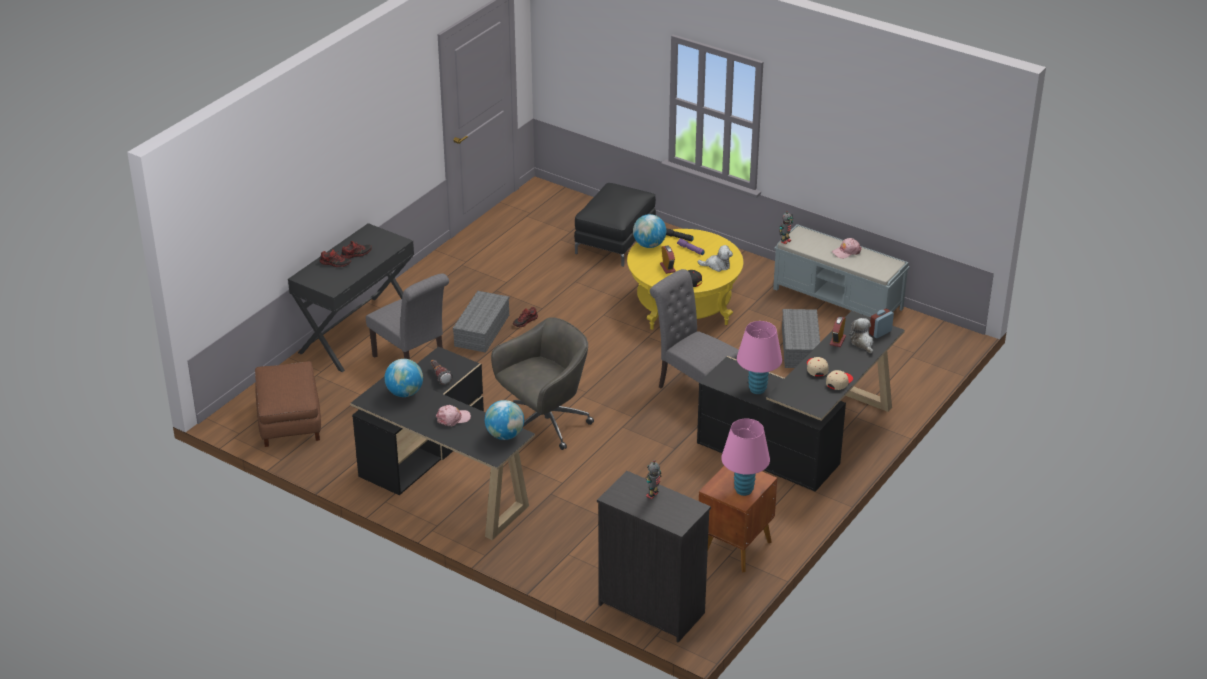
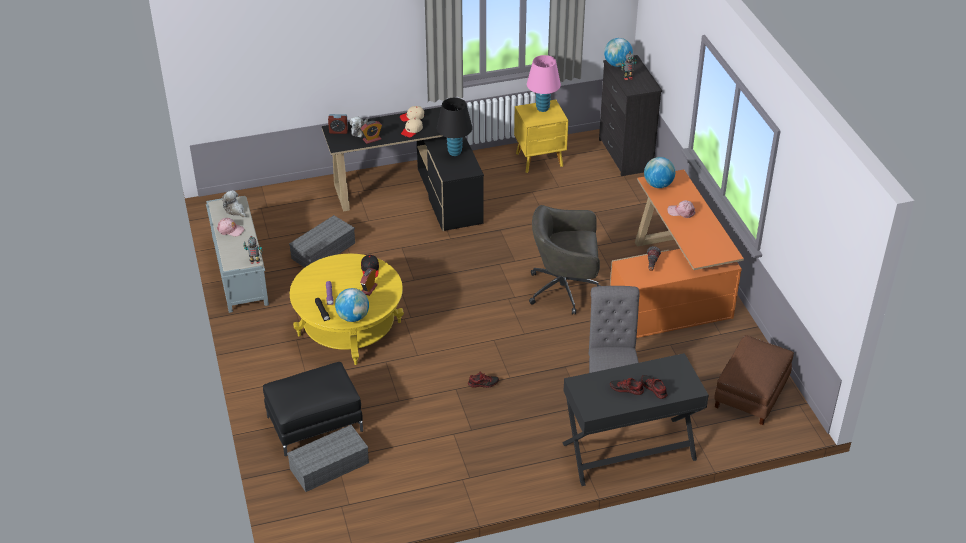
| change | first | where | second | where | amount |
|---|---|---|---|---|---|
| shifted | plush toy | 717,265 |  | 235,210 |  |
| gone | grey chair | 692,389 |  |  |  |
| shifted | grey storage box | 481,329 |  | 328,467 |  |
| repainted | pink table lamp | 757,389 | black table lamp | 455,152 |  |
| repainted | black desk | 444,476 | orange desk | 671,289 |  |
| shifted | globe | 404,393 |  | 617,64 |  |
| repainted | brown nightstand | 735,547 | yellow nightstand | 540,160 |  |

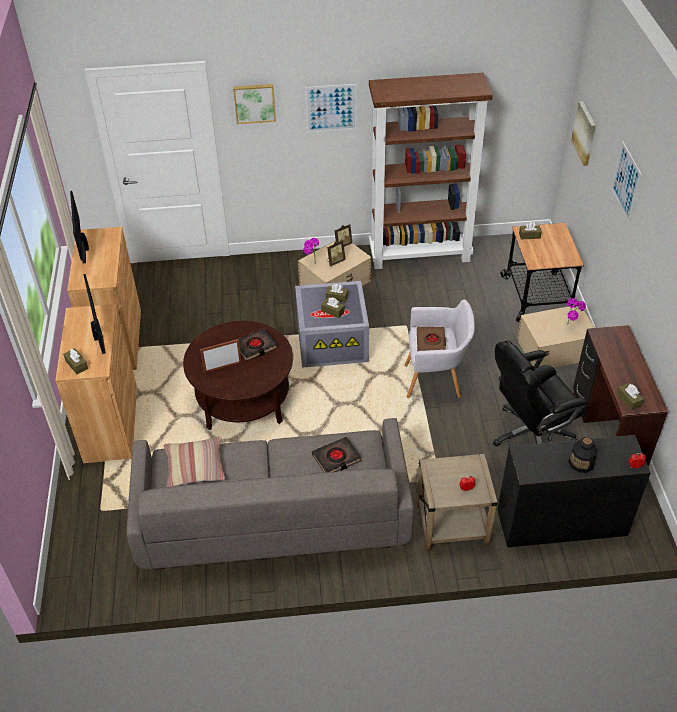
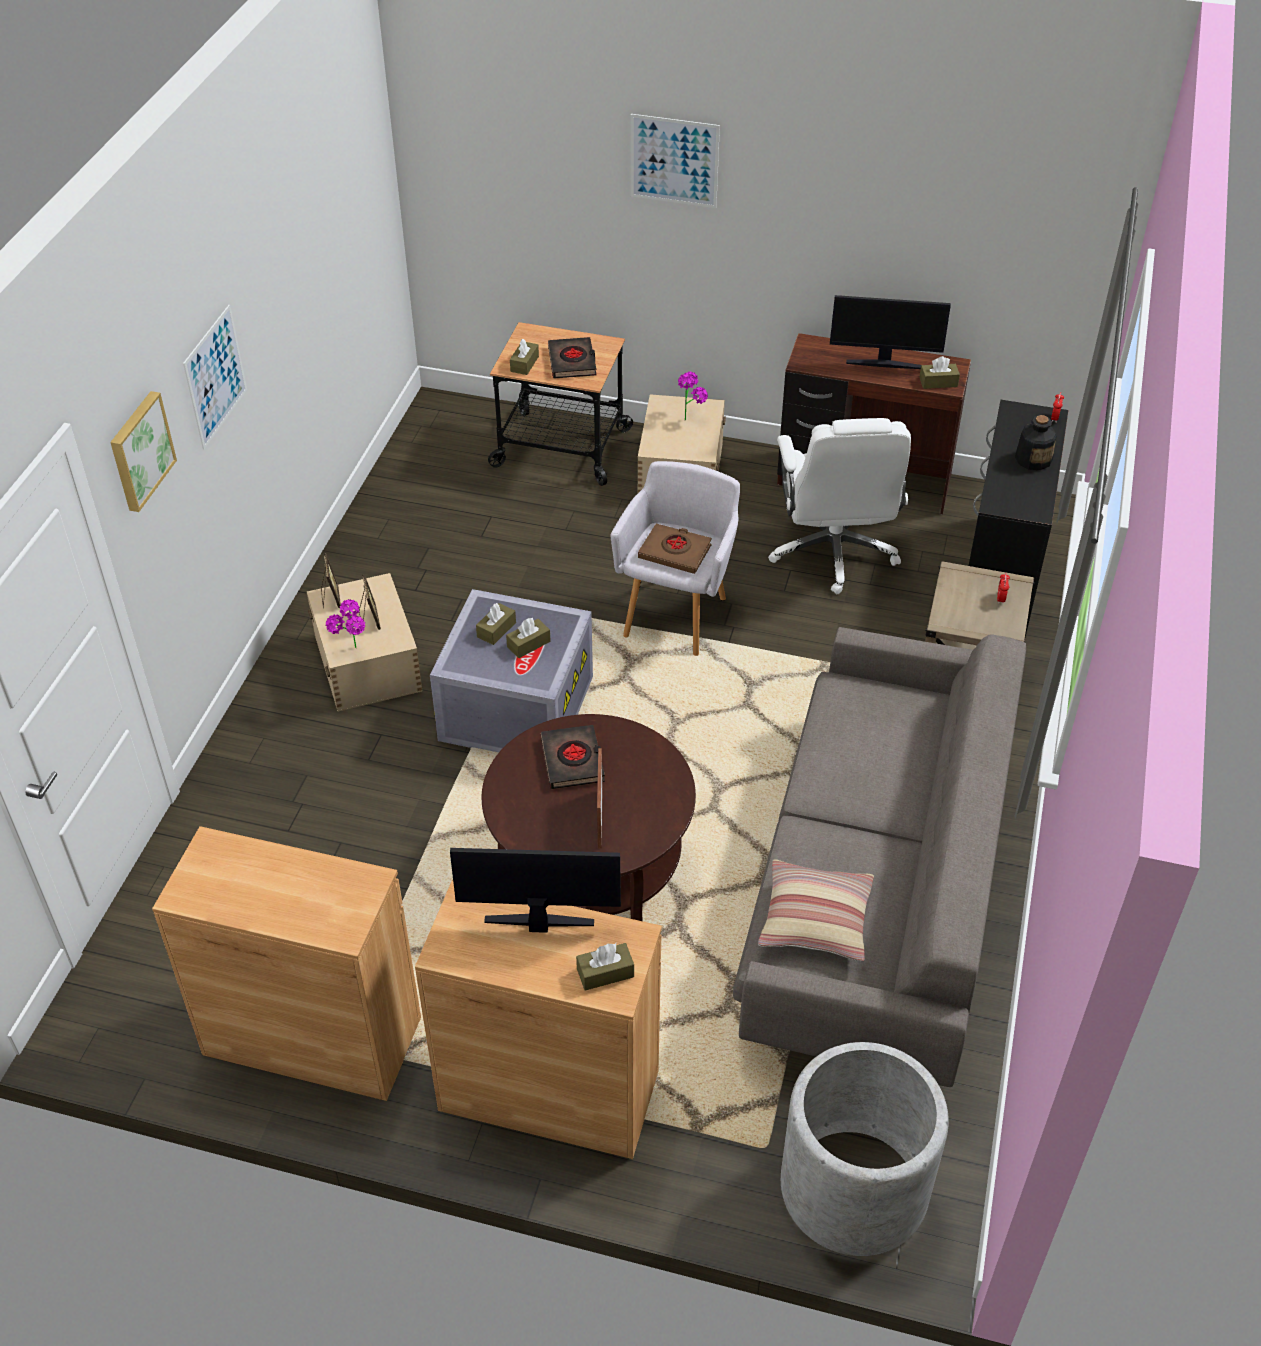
| change | first | where | second | where | amount |
|---|---|---|---|---|---|
| gone | brown bookcase | 420,254 |  |  |  |
| gone | picture | 585,133 |  |  |  |
| shifted | monitor | 84,248 |  | 884,363 |  |
| repainted | black office chair | 530,435 | white office chair | 834,552 |  |
| shifted | black book | 336,458 |  | 572,362 |  |
| new |  |  | grey planter | 853,1188 |  |

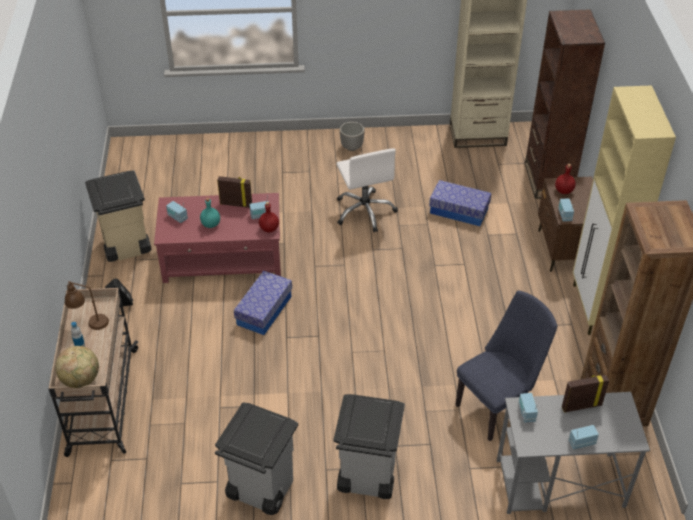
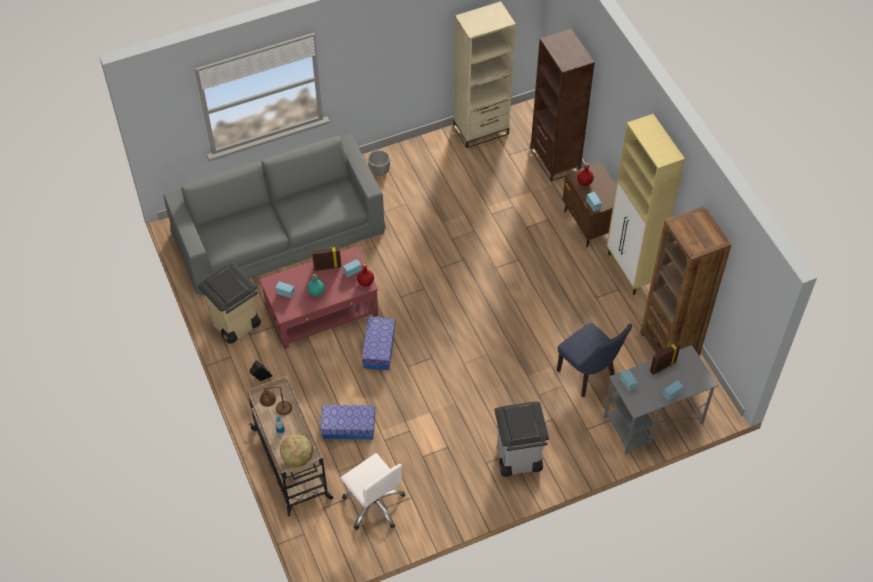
| change | first | where | second | where | amount |
|---|---|---|---|---|---|
| shifted | white office chair | 365,211 |  | 374,504 |  |
| shifted | storage box | 459,211 |  | 348,427 |  |
| rotated | blue chair | 497,408 |  | 589,375 | 105 degrees clockwise |
| gone | grey trash can | 260,490 |  |  |  |
| new |  |  | grey sofa | 278,231 |  |

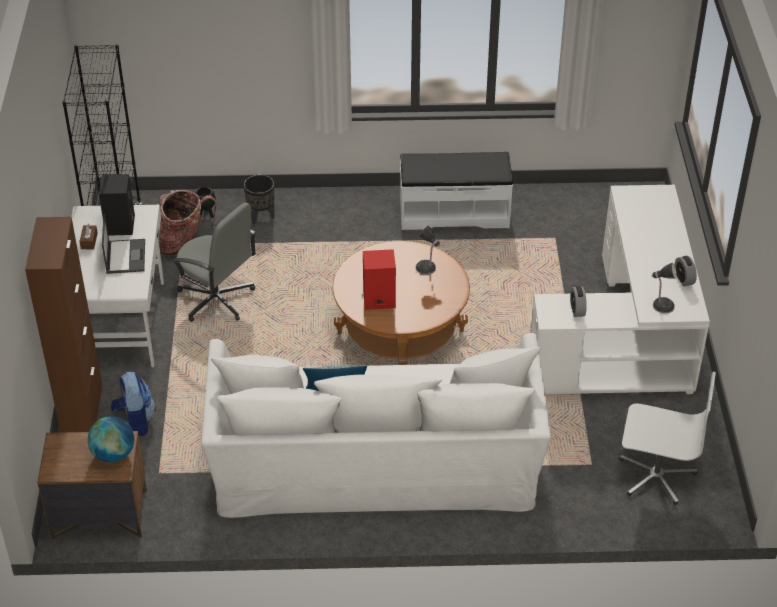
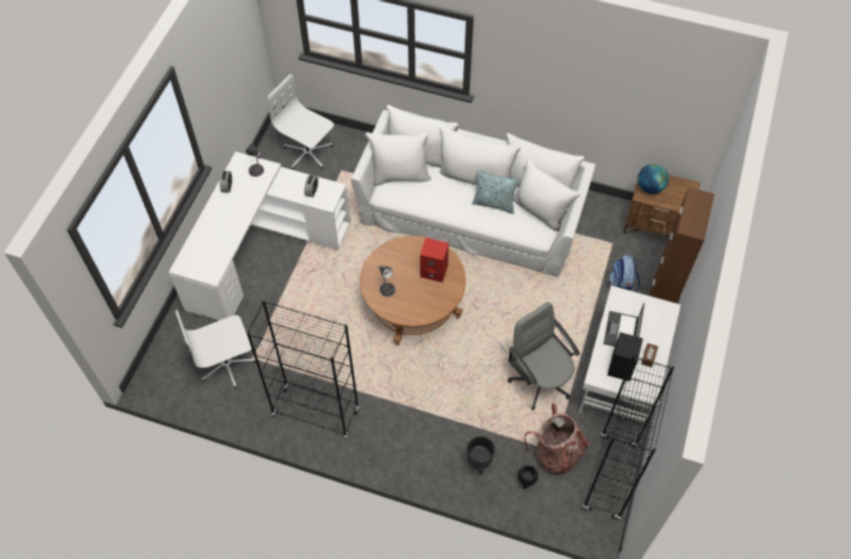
| change | first | where | second | where | amount |
|---|---|---|---|---|---|
| swapped | white bench | 454,213 | black bookcase | 316,413 |  |
| new |  |  | white office chair | 227,364 |  |

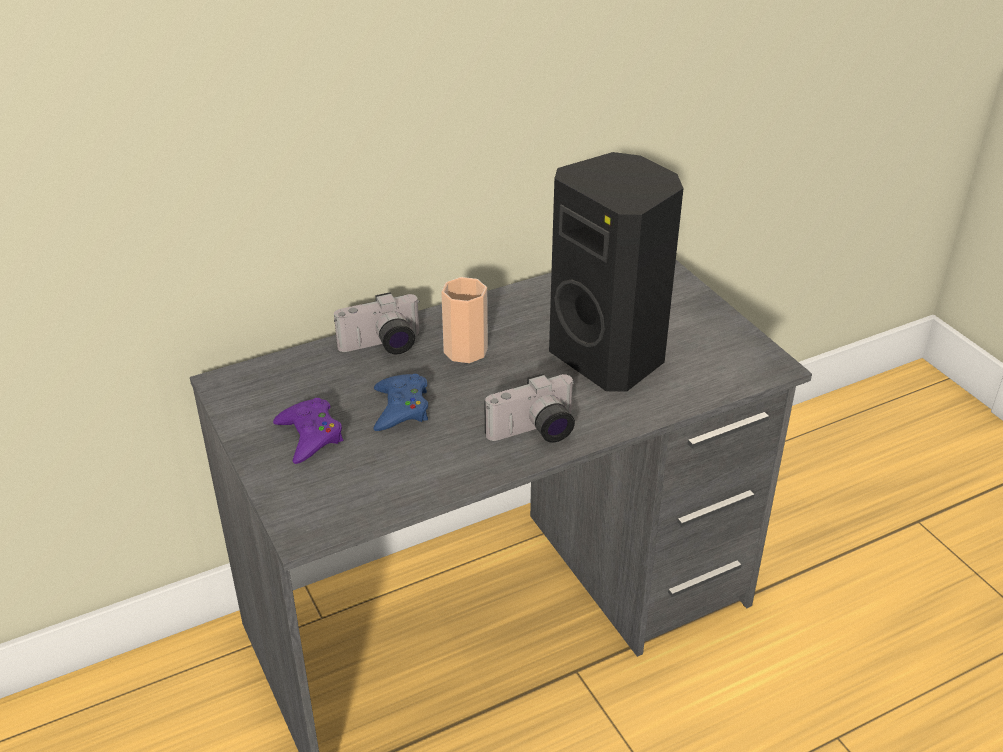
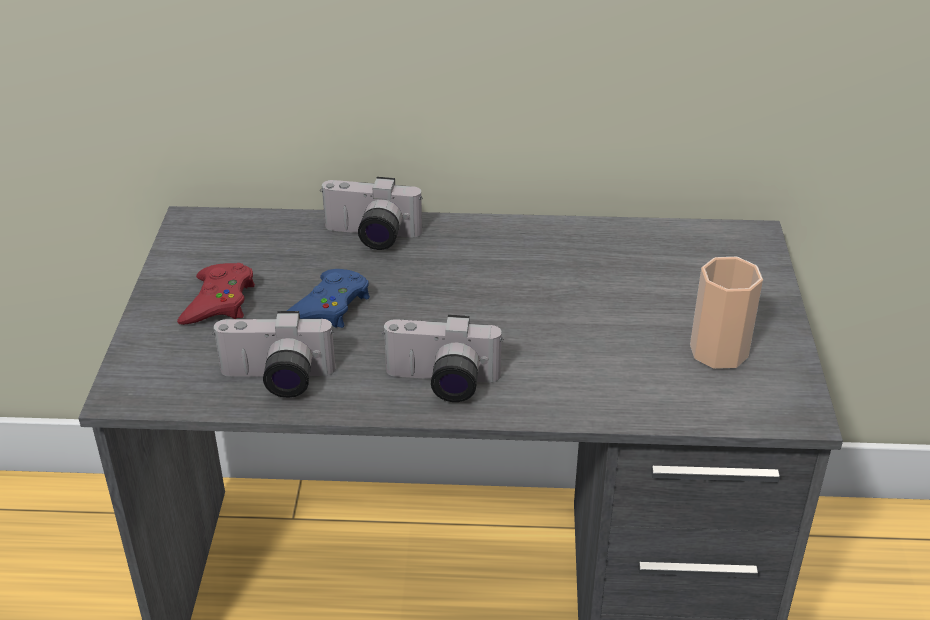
| change | first | where | second | where | amount |
|---|---|---|---|---|---|
| gone | black speaker | 610,357 |  |  |  |
| shifted | cup | 465,350 |  | 719,351 |  |
| repainted | purple game controller | 310,436 | red game controller | 219,302 |  |
| new |  |  | photo camera | 276,380 |  |

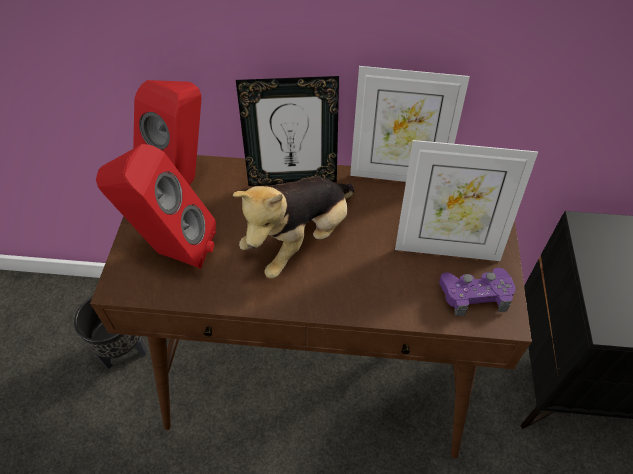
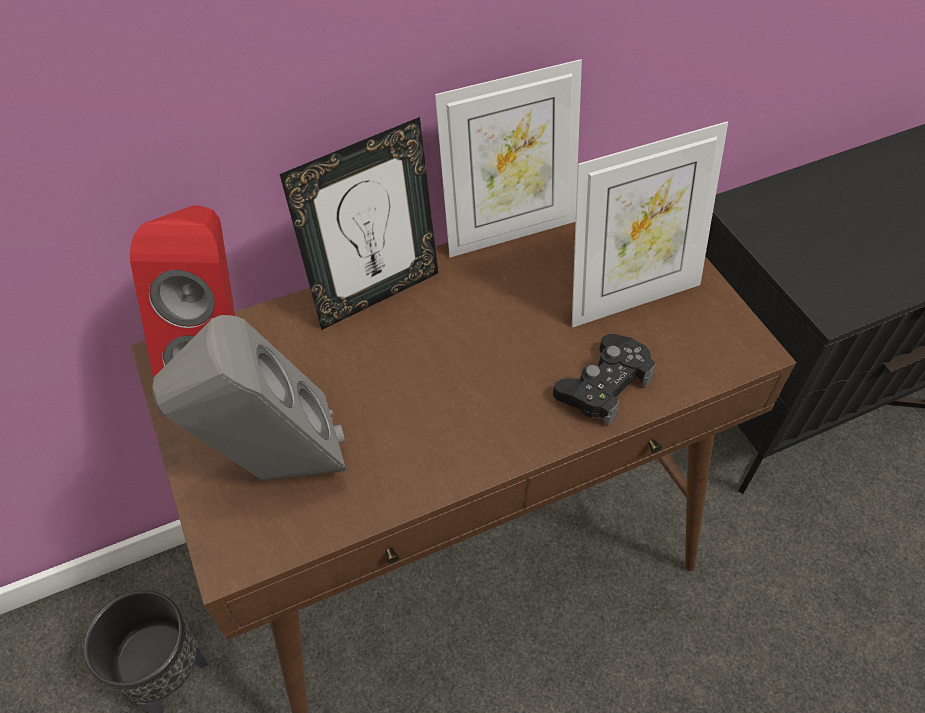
| change | first | where | second | where | amount |
|---|---|---|---|---|---|
| repainted | red speaker | 171,250 | grey speaker | 274,469 |  |
| gone | plush toy | 300,240 |  |  |  |
| gone | purple game controller | 475,294 |  |  |  |
| new |  |  | black game controller | 603,385 |  |

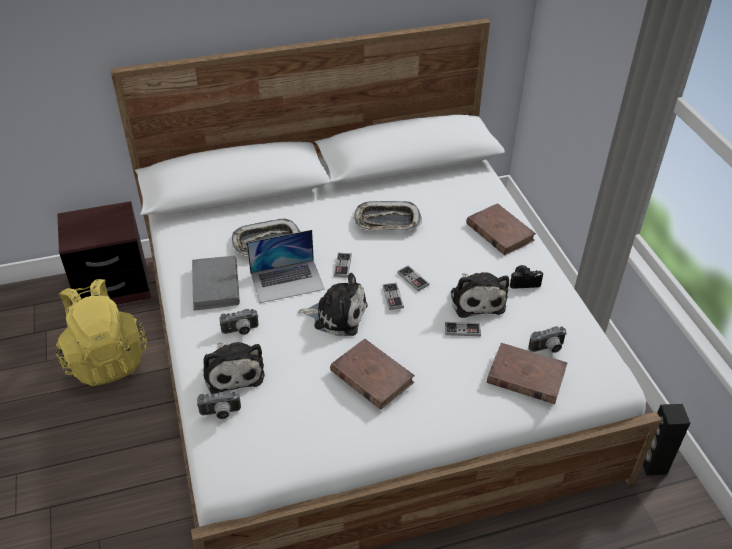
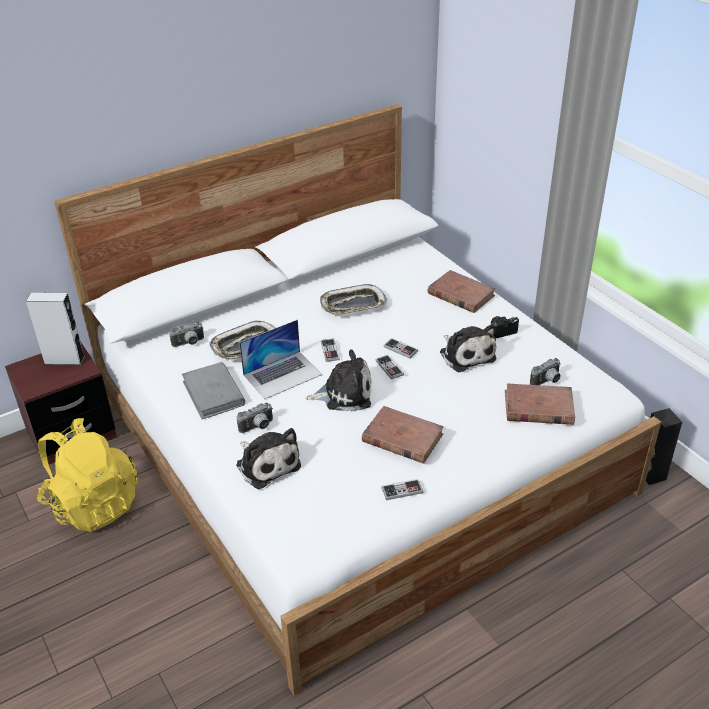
| change | first | where | second | where | amount |
|---|---|---|---|---|---|
| shifted | game controller | 462,330 |  | 402,490 |  |
| shifted | photo camera | 220,414 |  | 189,343 |  |
| new |  |  | grey speaker | 64,360 |  |

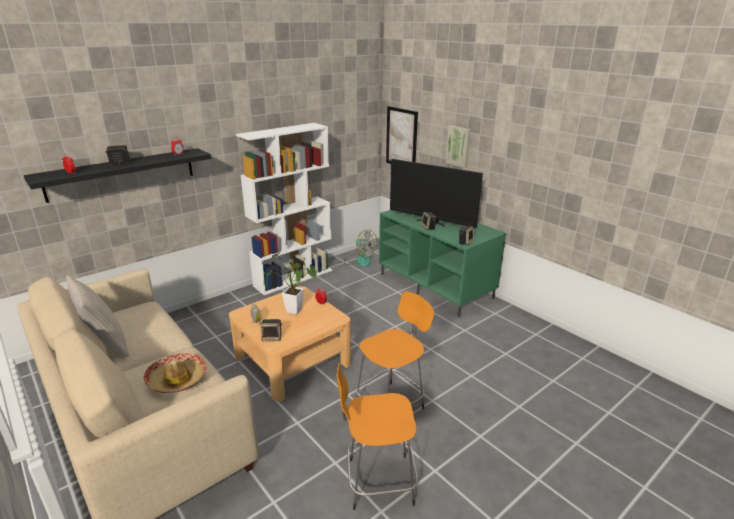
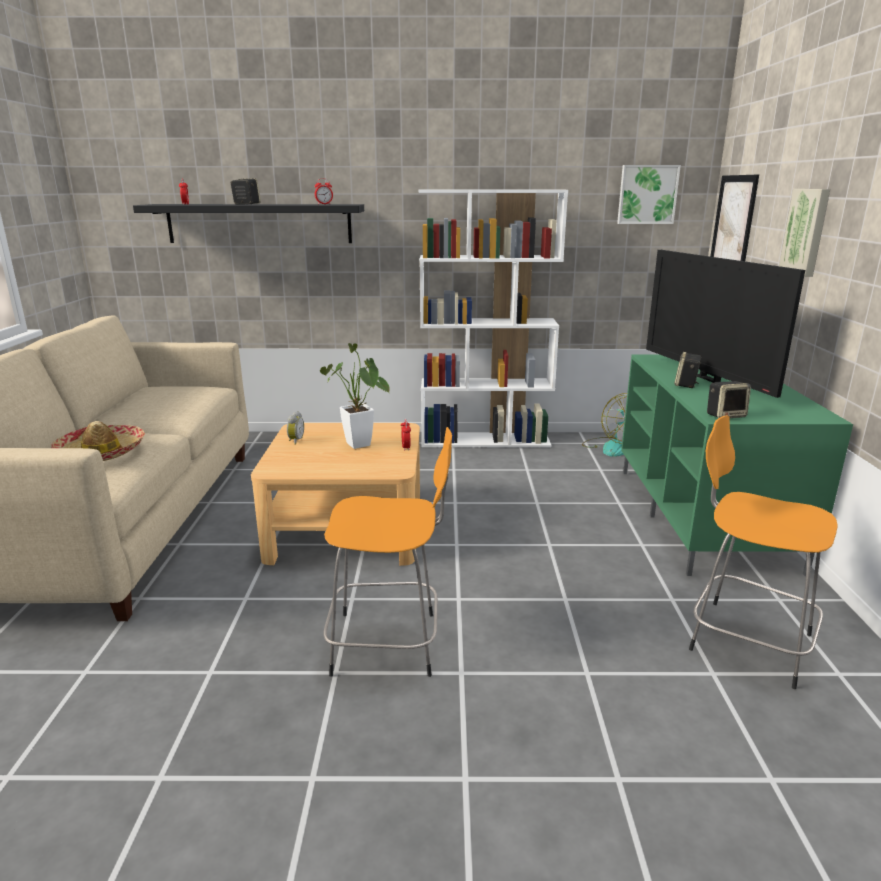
| change | first | where | second | where | amount |
|---|---|---|---|---|---|
| gone | beige pillow | 105,344 |  |  |  |
| gone | speaker | 272,337 |  |  |  |
| shifted | orange stool | 377,481 |  | 745,640 |  |
| new |  |  | picture | 647,194 |  |

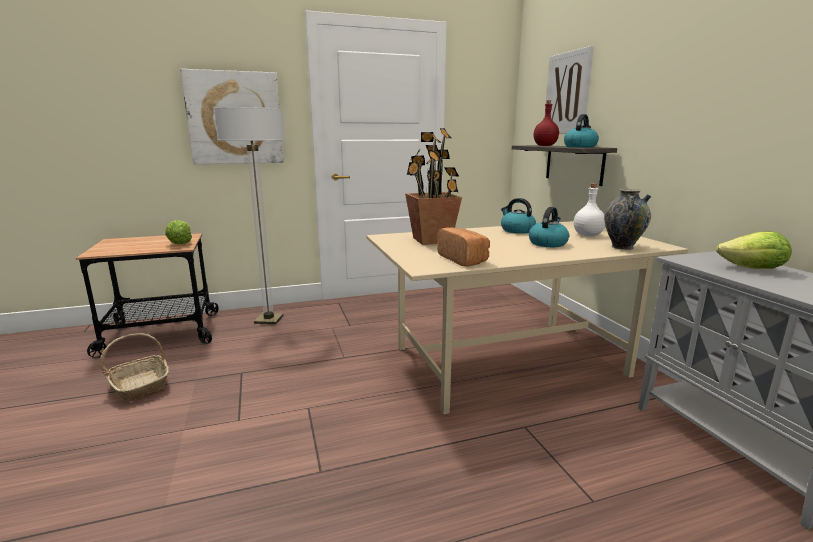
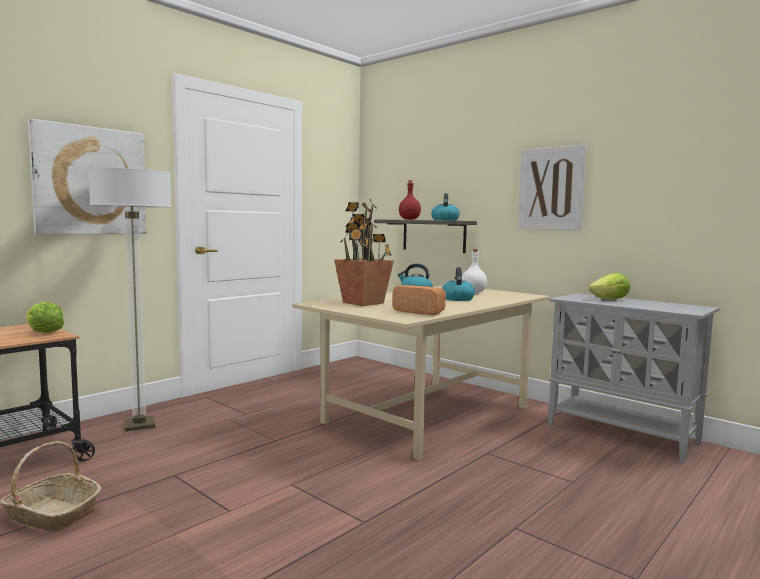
| change | first | where | second | where | amount |
|---|---|---|---|---|---|
| shifted | picture | 567,93 |  | 551,188 |  |
| gone | vase | 622,247 |  |  |  |

